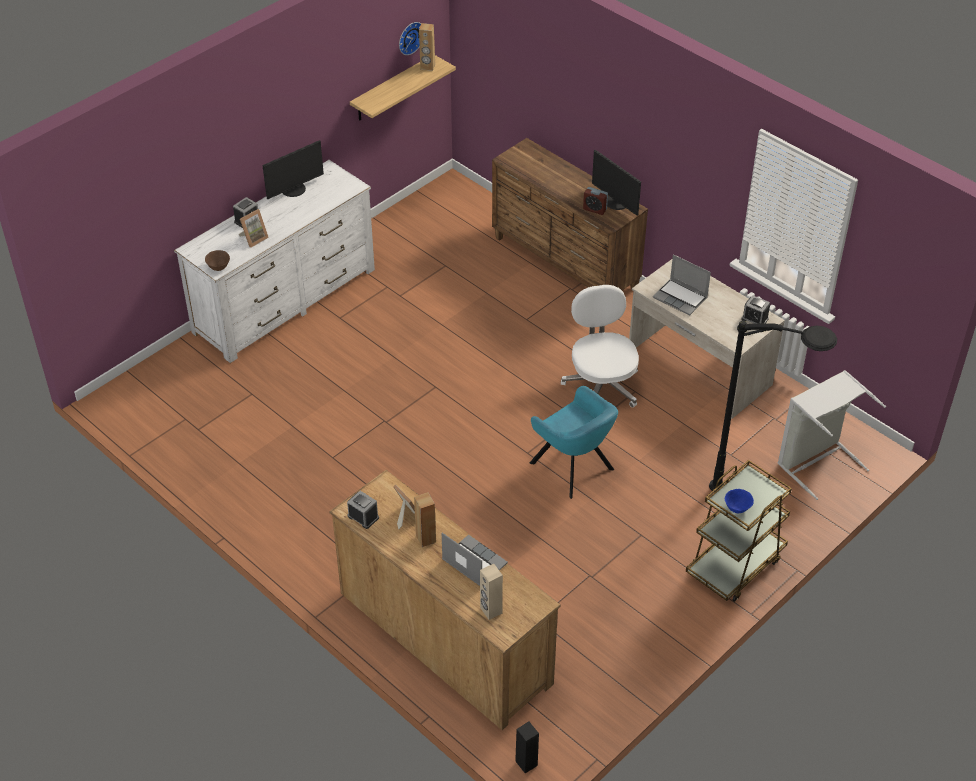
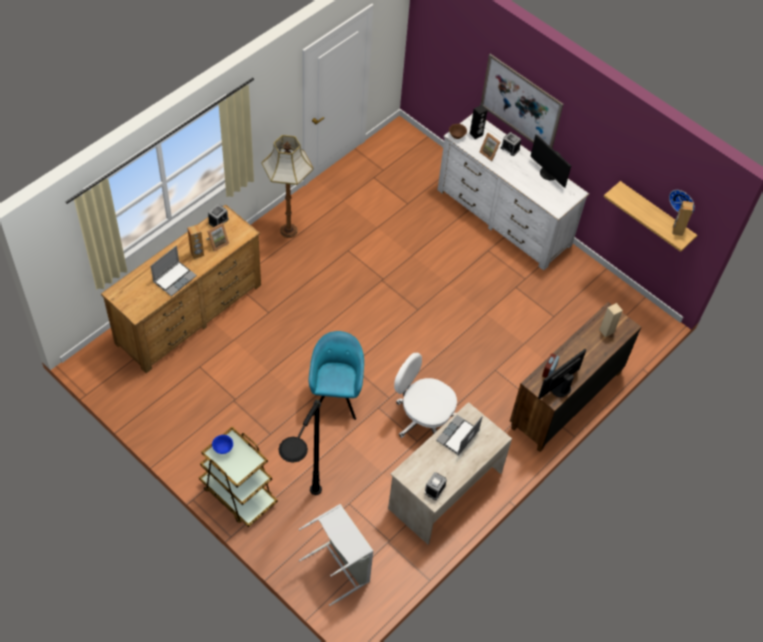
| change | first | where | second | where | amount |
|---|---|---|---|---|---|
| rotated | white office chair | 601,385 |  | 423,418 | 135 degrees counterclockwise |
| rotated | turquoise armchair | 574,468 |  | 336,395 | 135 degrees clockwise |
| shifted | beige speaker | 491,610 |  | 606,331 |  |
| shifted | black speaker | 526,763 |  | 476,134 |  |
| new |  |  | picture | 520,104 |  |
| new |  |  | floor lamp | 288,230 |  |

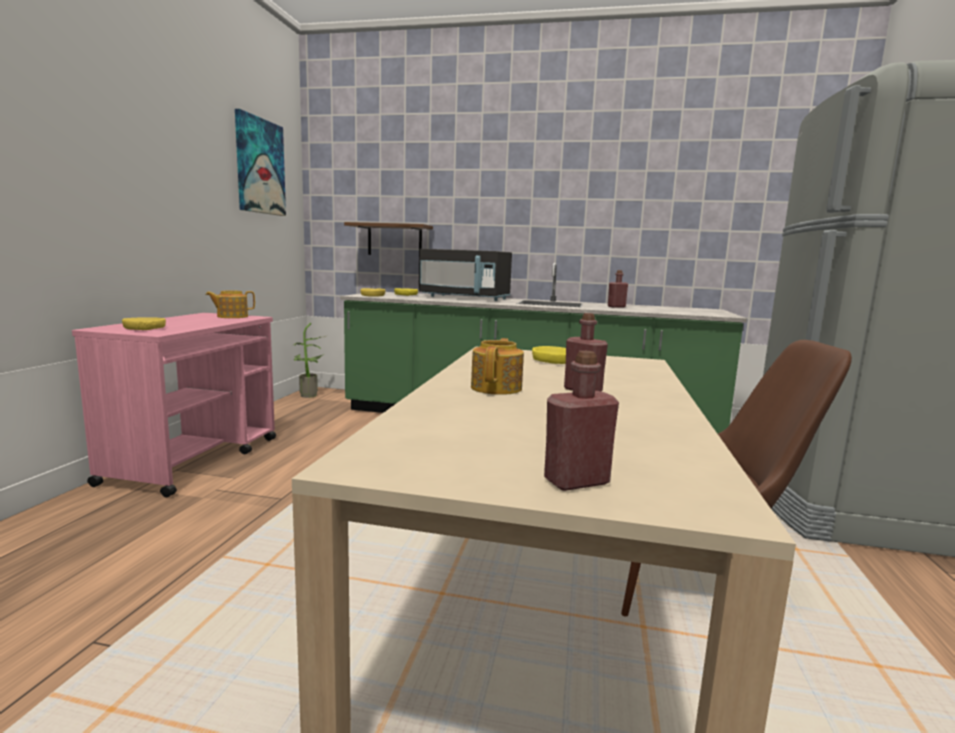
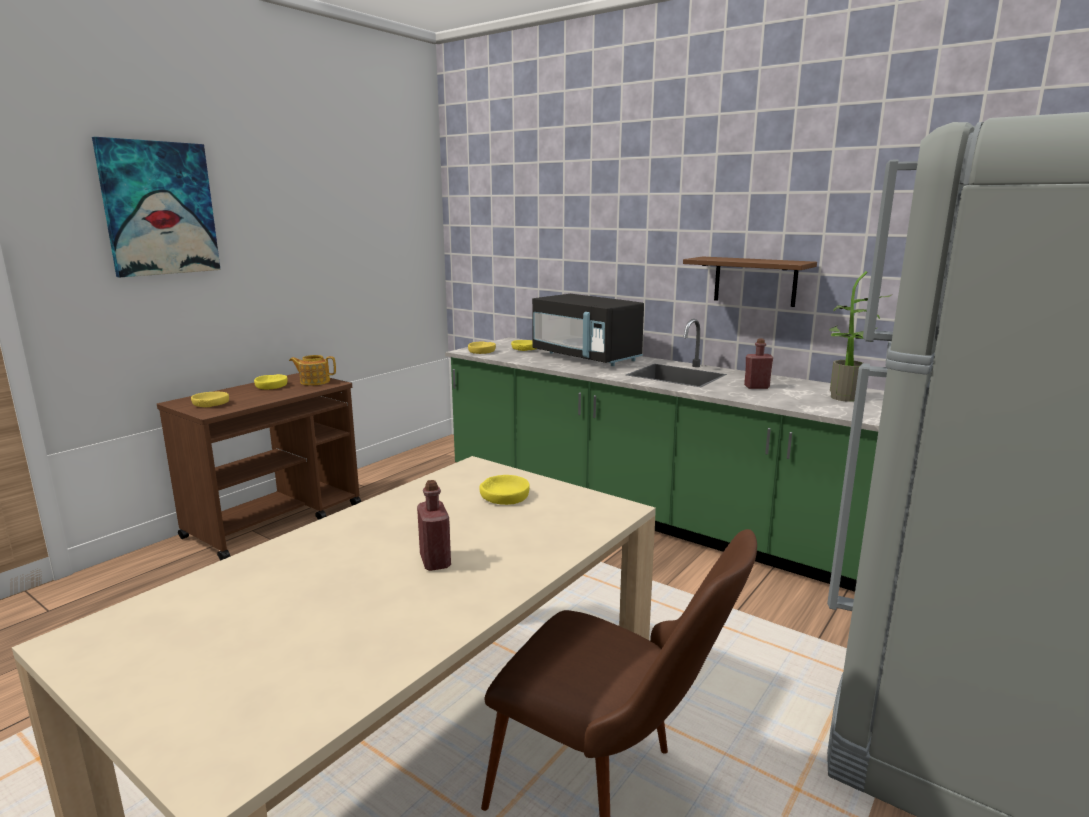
| change | first | where | second | where | amount |
|---|---|---|---|---|---|
| shifted | picture | 260,166 |  | 159,208 |  |
| shifted | brown shelf | 394,240 |  | 755,281 |  |
| repainted | pink cart | 195,459 | brown cart | 276,520 |  |
| shifted | potted plant | 309,396 |  | 846,399 |  |
| gone | teapot | 497,388 |  |  |  |
| gone | red bottle | 576,481 |  |  |  |
| new |  |  | yellow bowl | 271,386 |  |

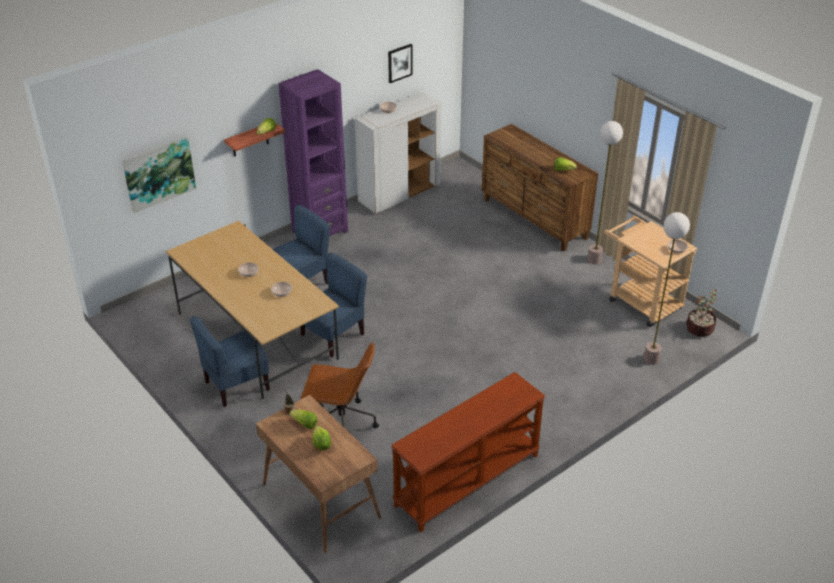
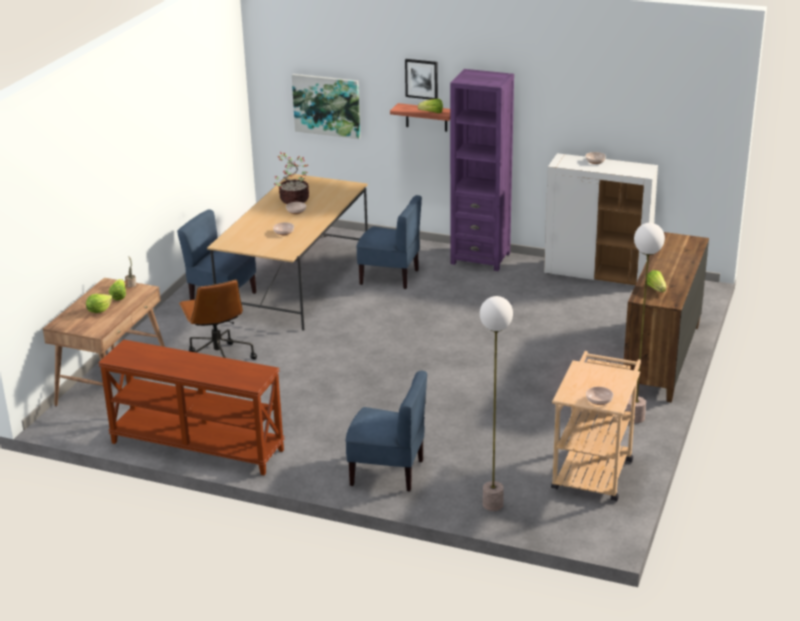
| change | first | where | second | where | amount |
|---|---|---|---|---|---|
| shifted | picture | 399,63 |  | 421,79 |  |
| shifted | blue chair | 333,336 |  | 387,472 |  |
| shifted | potted plant | 699,329 |  | 293,200 |  |

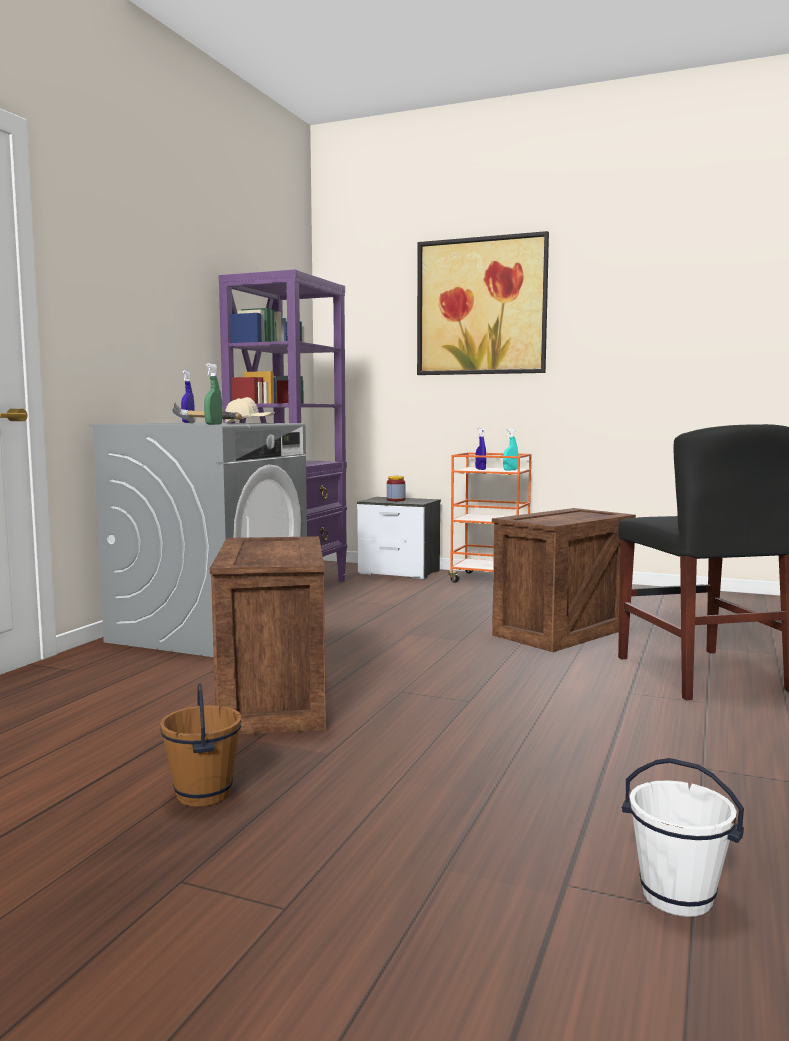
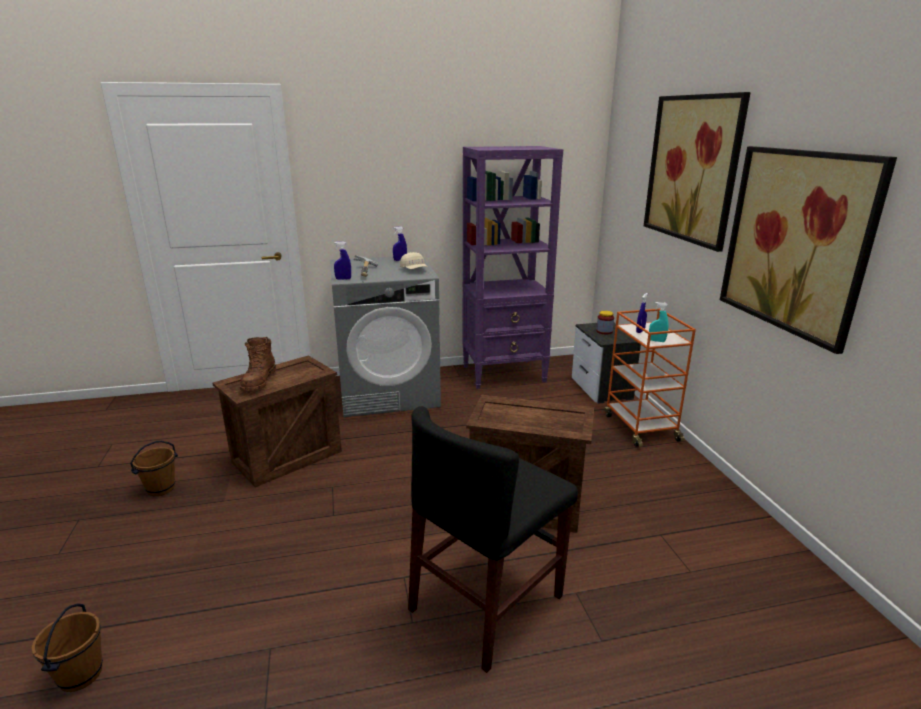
| change | first | where | second | where | amount |
|---|---|---|---|---|---|
| repainted | green spray bottle | 213,424 | blue spray bottle | 343,279 |  |
| repainted | white bucket | 676,897 | brown bucket | 80,675 |  |
| new |  |  | picture | 796,241 |  |
| new |  |  | brown boot | 259,381 |  |

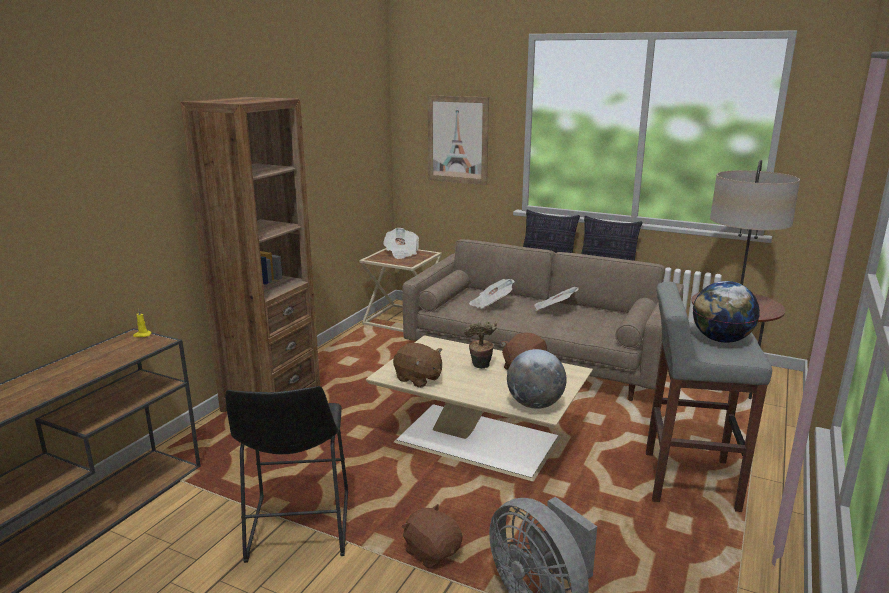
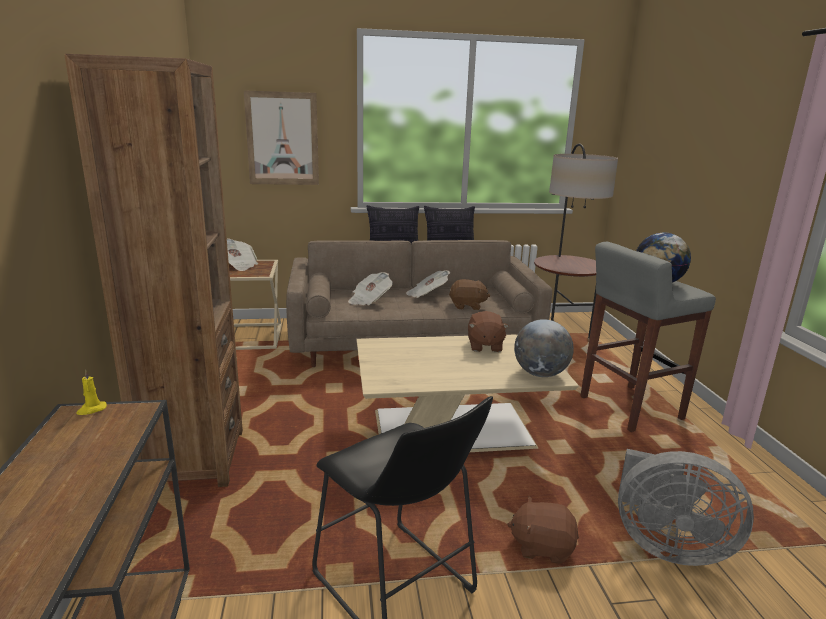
| change | first | where | second | where | amount |
|---|---|---|---|---|---|
| gone | potted plant | 480,367 |  |  |  |
| shifted | brown plush toy | 418,379 |  | 467,306 |  |

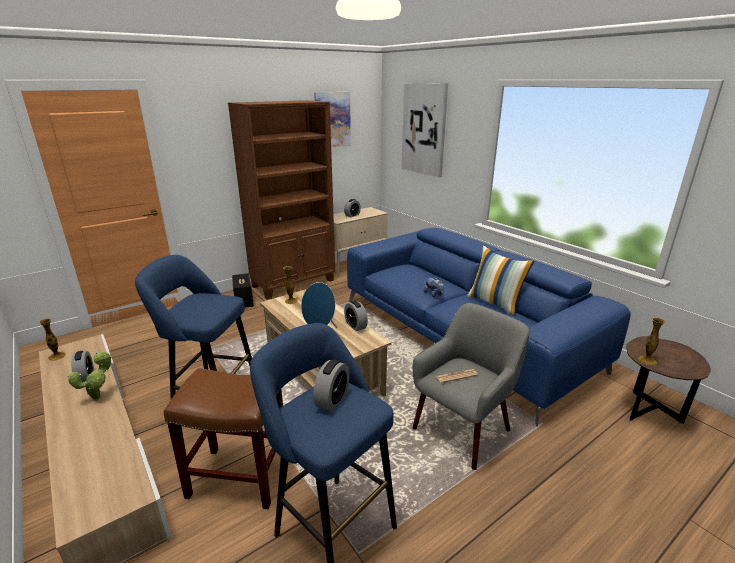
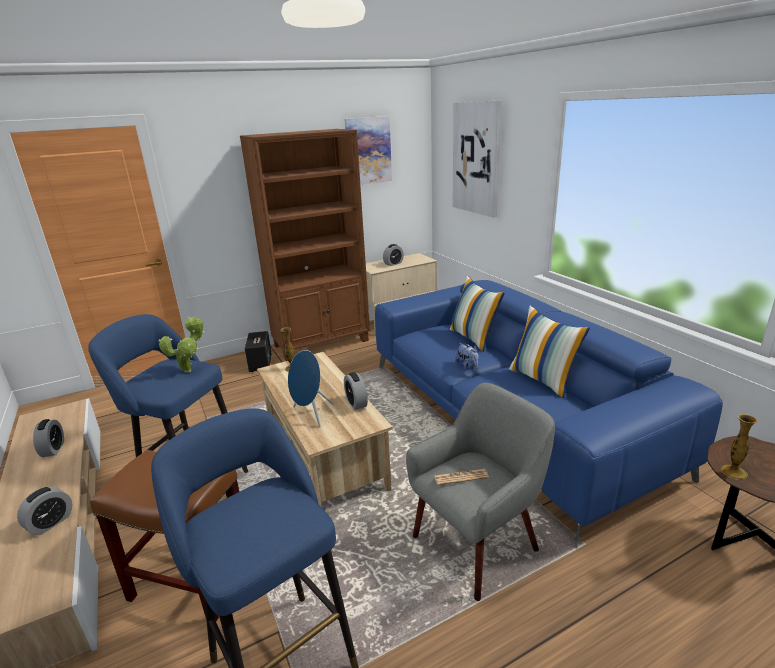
| change | first | where | second | where | amount |
|---|---|---|---|---|---|
| gone | vase | 57,356 |  |  |  |
| shifted | potted plant | 100,397 |  | 190,369 |  |
| shifted | alarm clock | 332,400 |  | 51,523 |  |
| new |  |  | pillow | 474,338 |  |

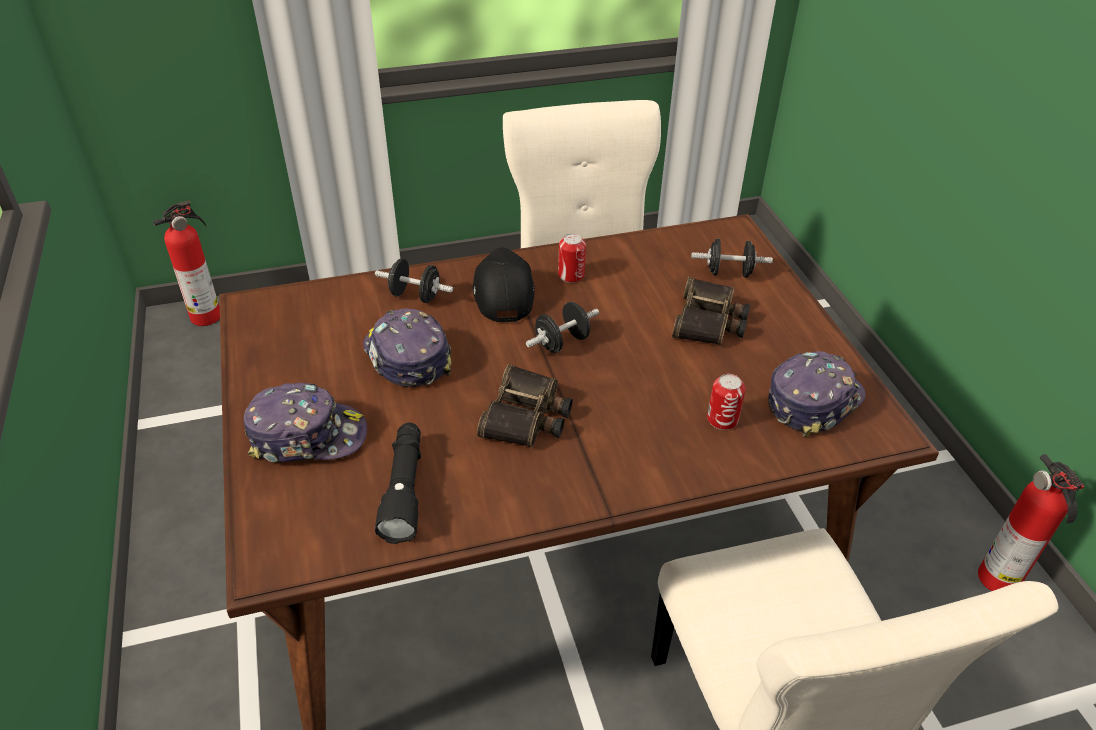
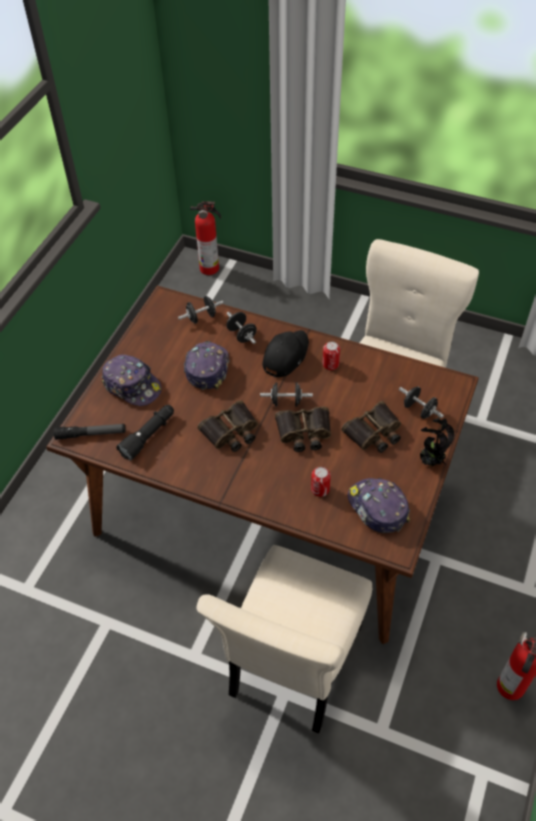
| change | first | where | second | where | amount |
|---|---|---|---|---|---|
| rotated | cap | 813,401 |  | 377,508 | 120 degrees counterclockwise |
| new |  |  | black dumbbell | 201,317 |  |
| new |  |  | binoculars | 304,433 |  |
| new |  |  | potted plant | 430,461 |  |
| new |  |  | flashlight | 91,434 |  |

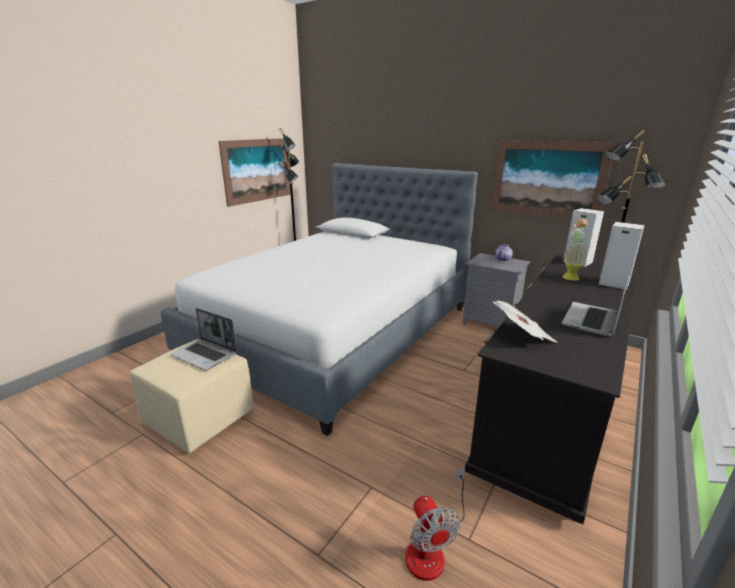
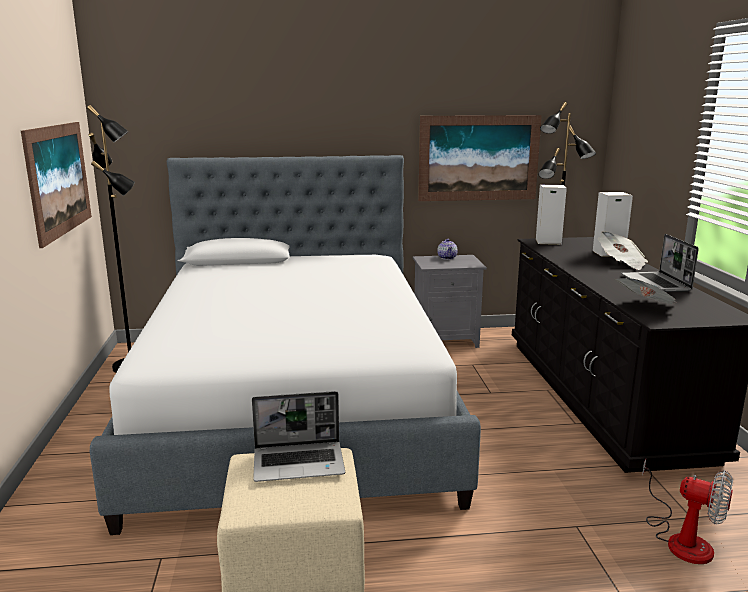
| change | first | where | second | where | amount |
|---|---|---|---|---|---|
| gone | potted plant | 570,276 |  |  |  |
| new |  |  | newspaper | 621,263 |  |

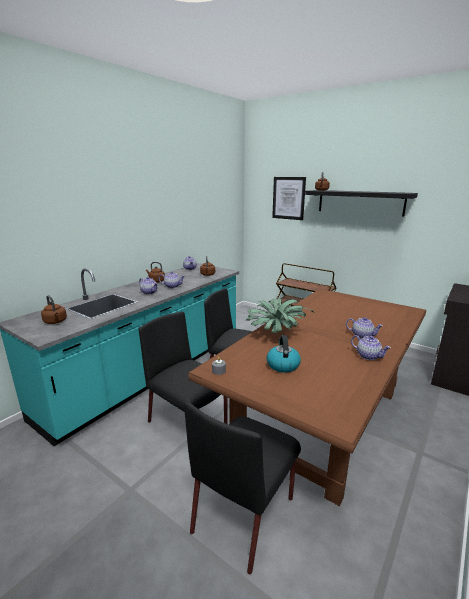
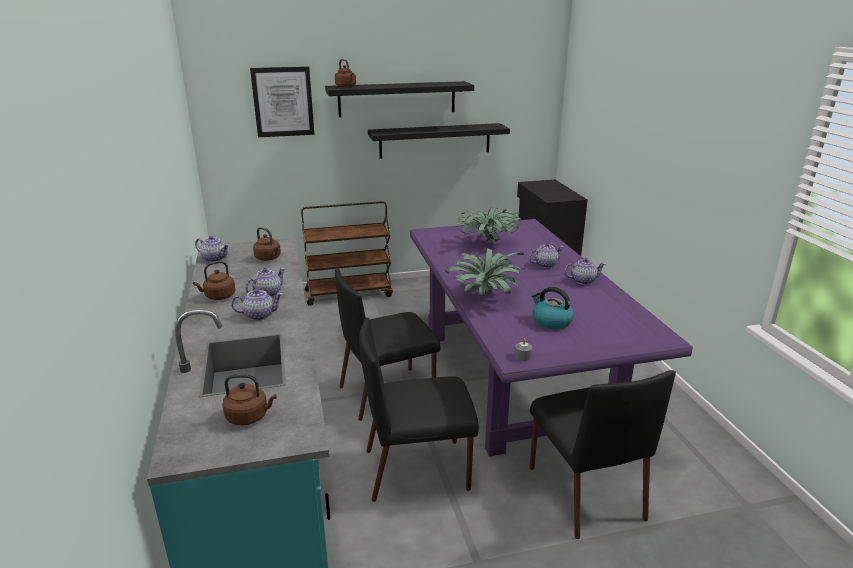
| change | first | where | second | where | amount |
|---|---|---|---|---|---|
| repainted | brown dining table | 319,417 | purple dining table | 514,379 |  |
| new |  |  | black shelf | 435,140 |  |
| new |  |  | potted plant | 487,244 |  |

